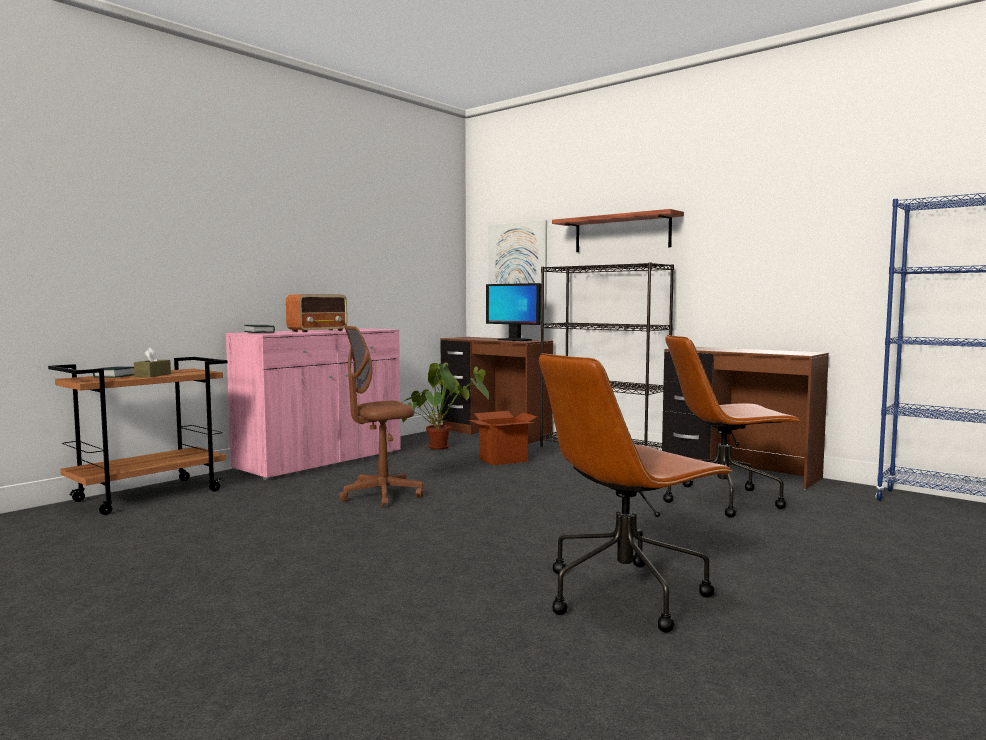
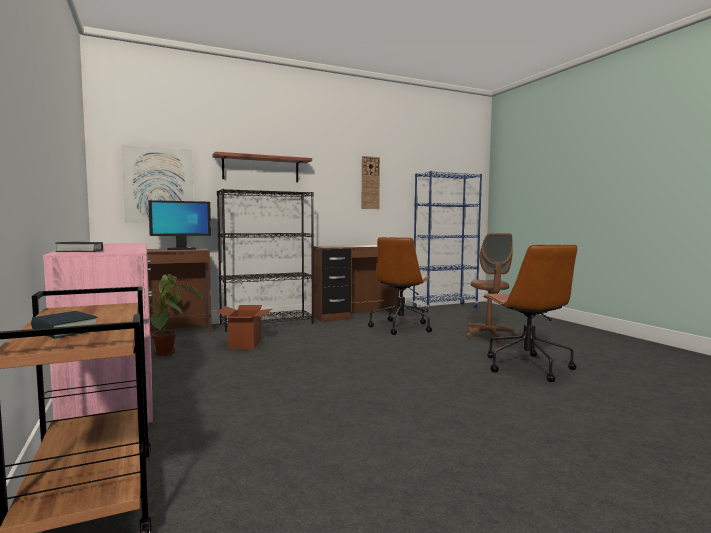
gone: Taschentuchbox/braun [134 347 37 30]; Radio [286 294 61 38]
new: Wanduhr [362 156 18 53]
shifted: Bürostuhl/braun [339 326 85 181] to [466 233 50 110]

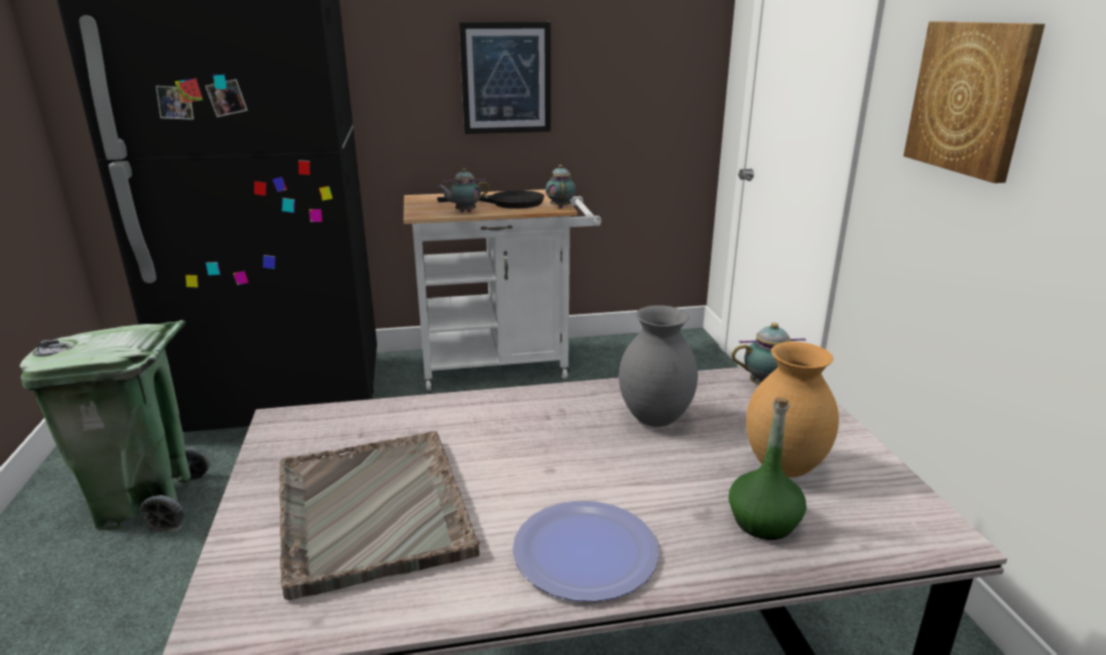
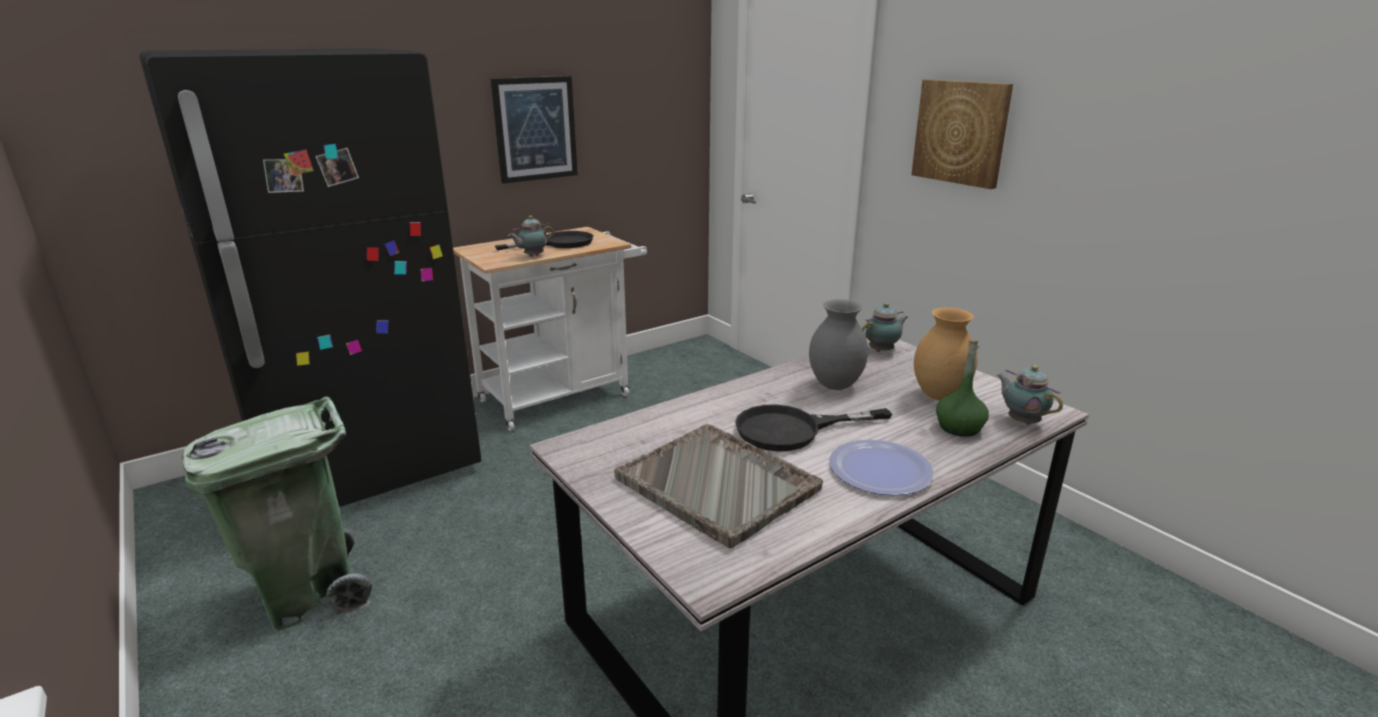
new: Pfanne/schwarz [735 404 157 47]
shifted: Teekanne [545 165 31 43] to [997 365 66 60]

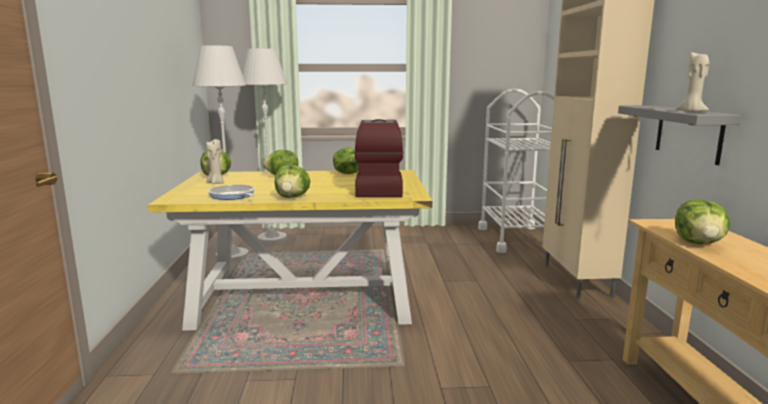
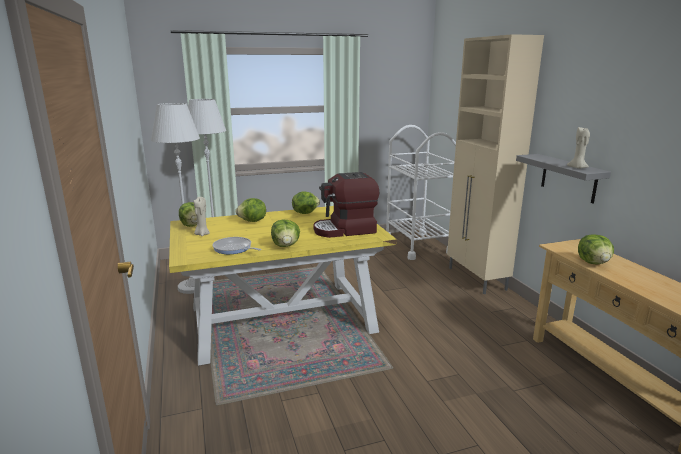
rotated: Kaffeemaschine [354 119 49 78] = [313 172 66 66] 90 degrees counterclockwise

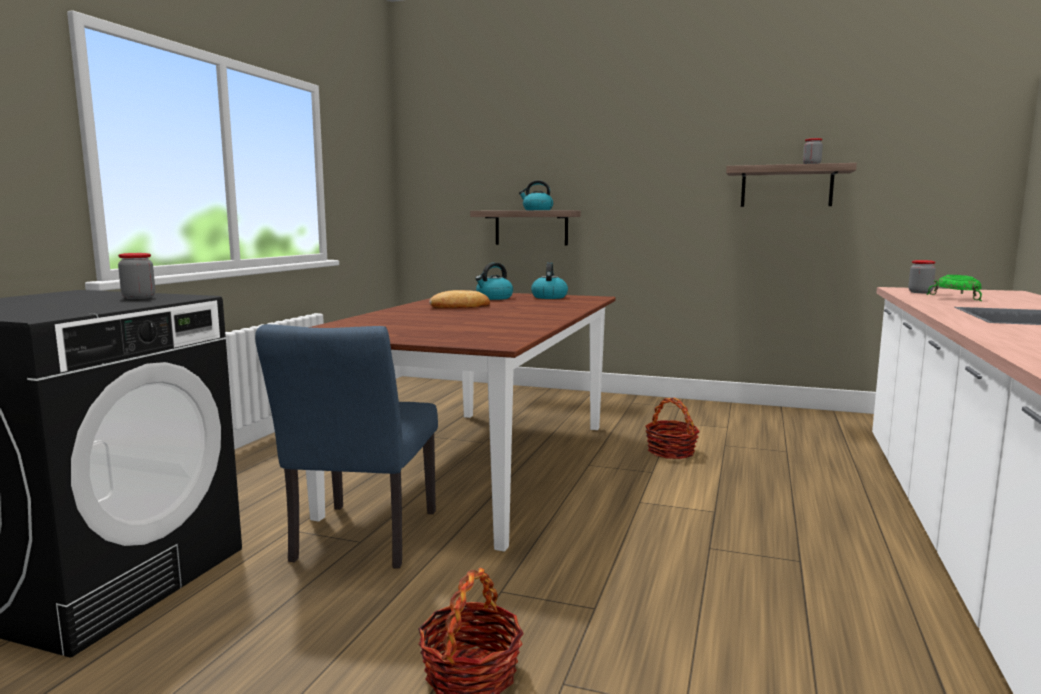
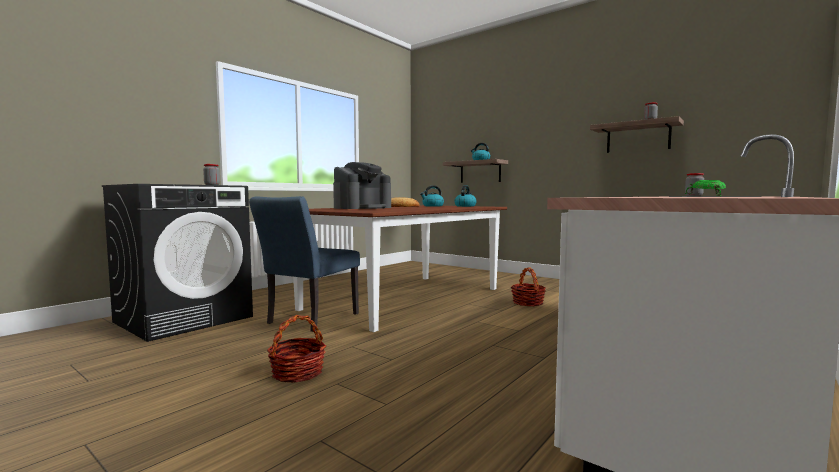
new: Kaffeemaschine [333 162 58 47]

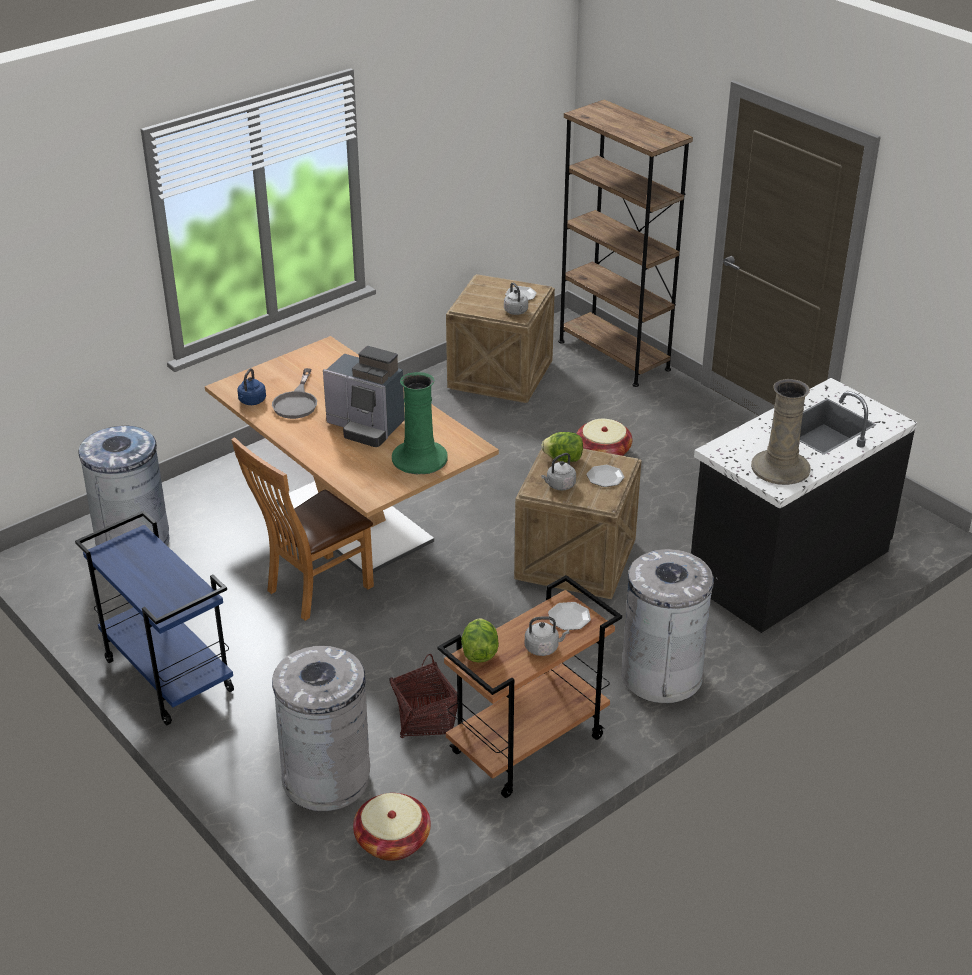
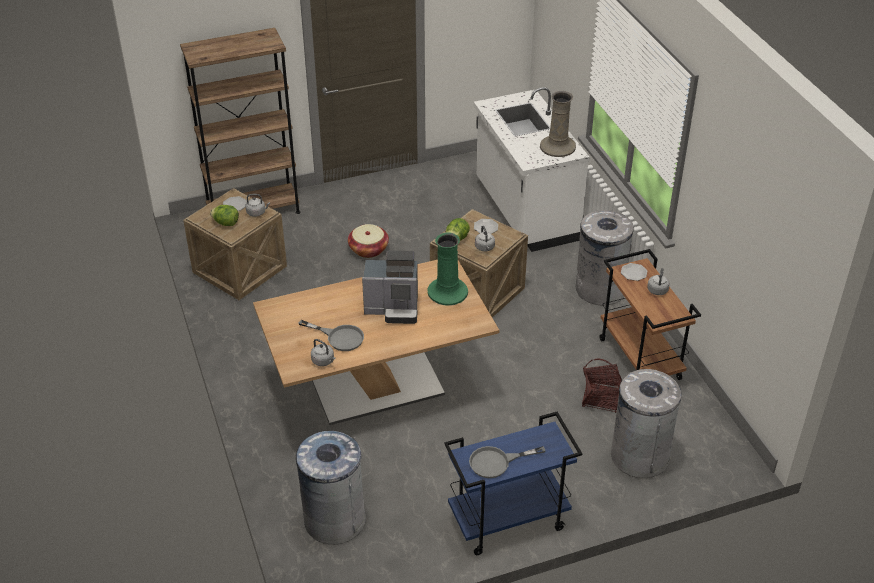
gone: Stuhl/braun [231 437 143 184]; Korb [353 793 78 68]
new: Pfanne/grau [469 446 76 32]
shifted: Salatkopf [461 618 38 45] to [210 205 29 21]
repainted: Wasserkessel/blau [237 368 29 37] to Wasserkessel/grau [311 339 25 27]; Küchenzeile/schwarz [691 378 226 255] to Küchenzeile/weiß [474 87 115 165]
rotated: Kaffeemaschine [323 346 82 101] = [362 251 56 73] 45 degrees clockwise

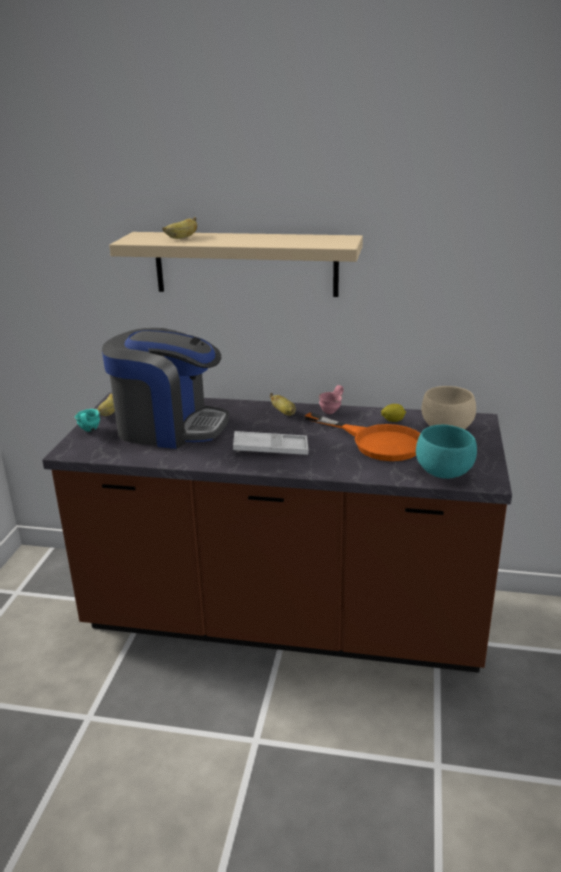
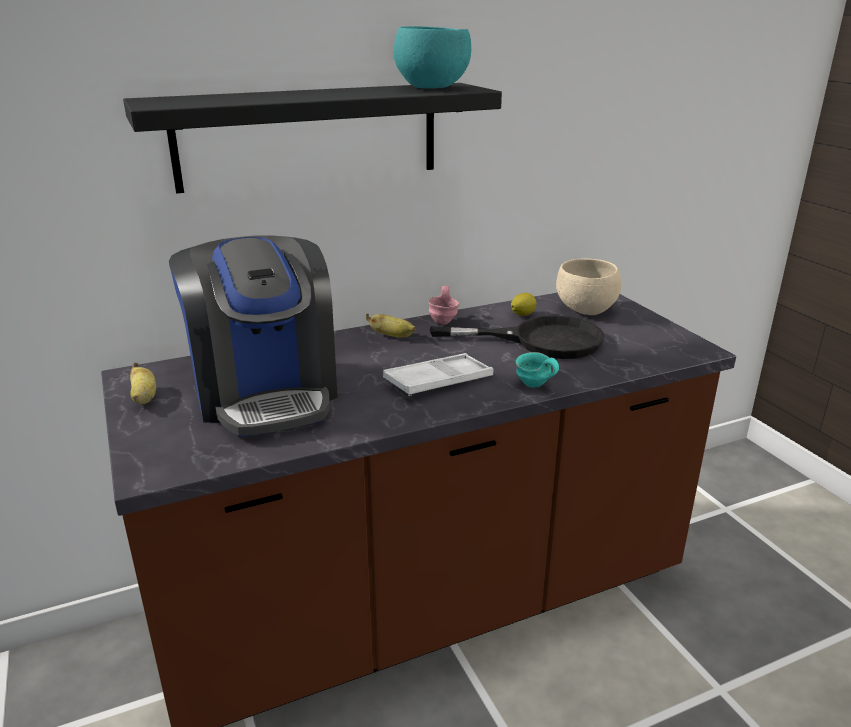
gone: Banane [162 217 35 22]
shifted: Henkelbecher/türkis [75 409 25 23] to [515 352 44 36]; Schüssel/türkis [416 425 61 54] to [394 26 77 63]
repainted: Wandregal/beige [109 232 254 65] to Wandregal/schwarz [123 83 379 111]; Pfanne/orange [305 412 116 49] to Pfanne/schwarz [430 316 175 43]
rotated: Kaffeemaschine [102 328 127 121] = [169 235 169 202] 90 degrees clockwise

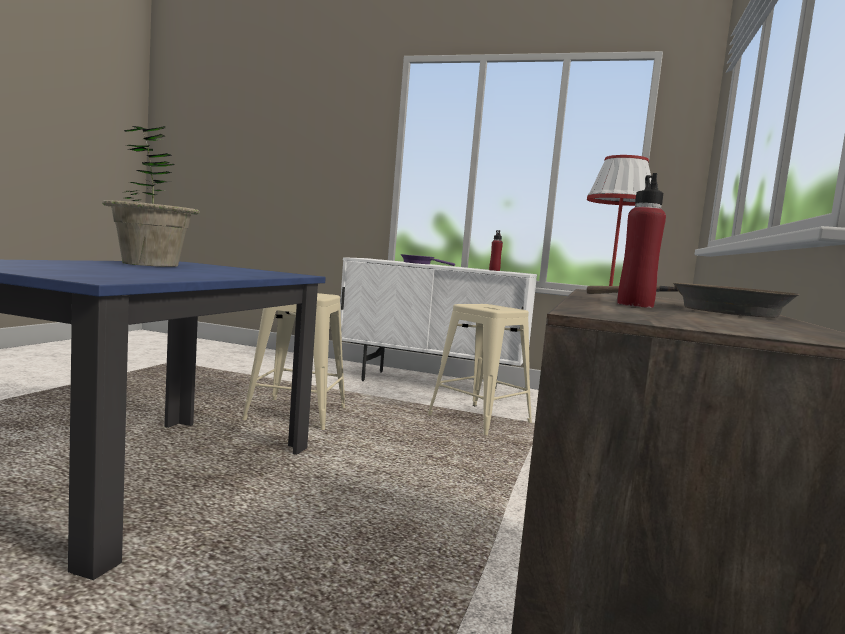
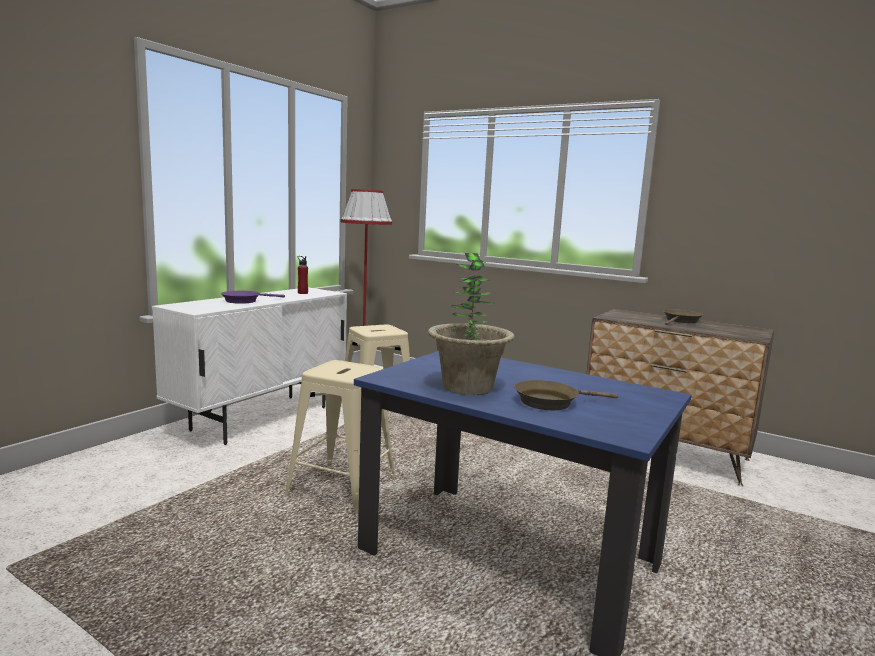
gone: Flasche/rot [617 173 49 135]
new: Pfanne/braun [514 380 104 30]

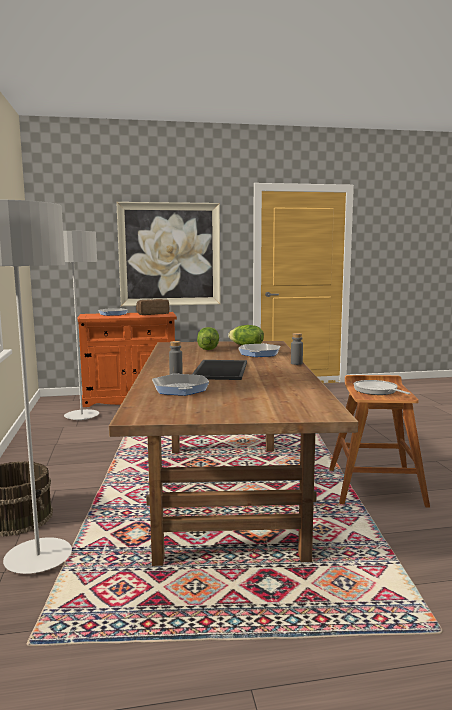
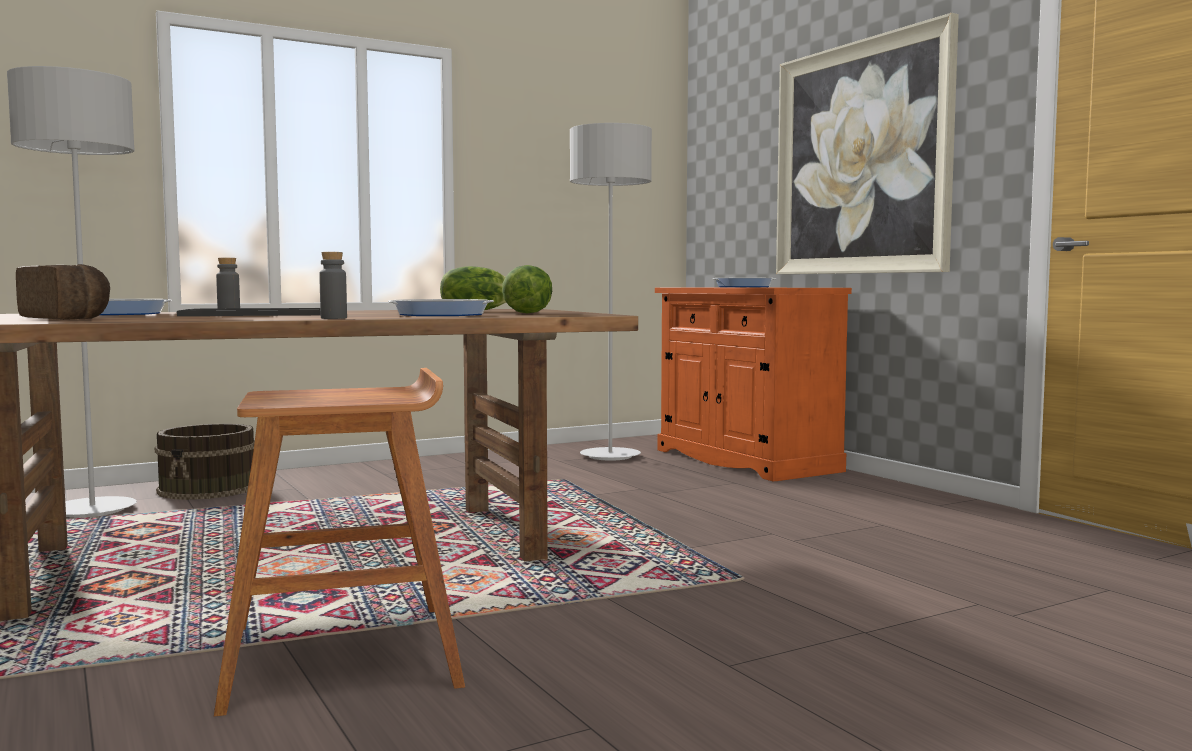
gone: Pfanne [354 380 57 15]
shifted: Brot [136 299 33 16] to [16 264 94 56]

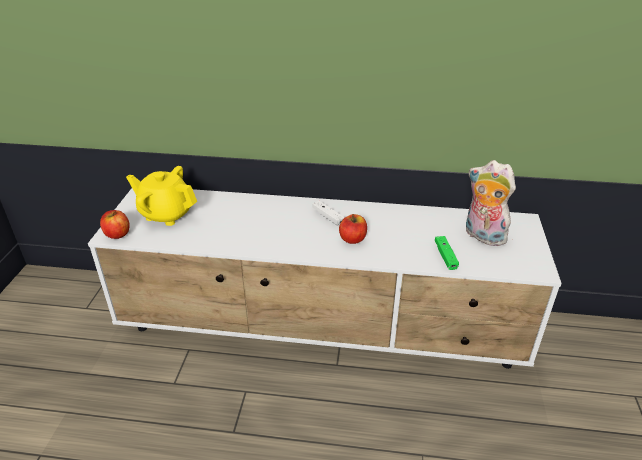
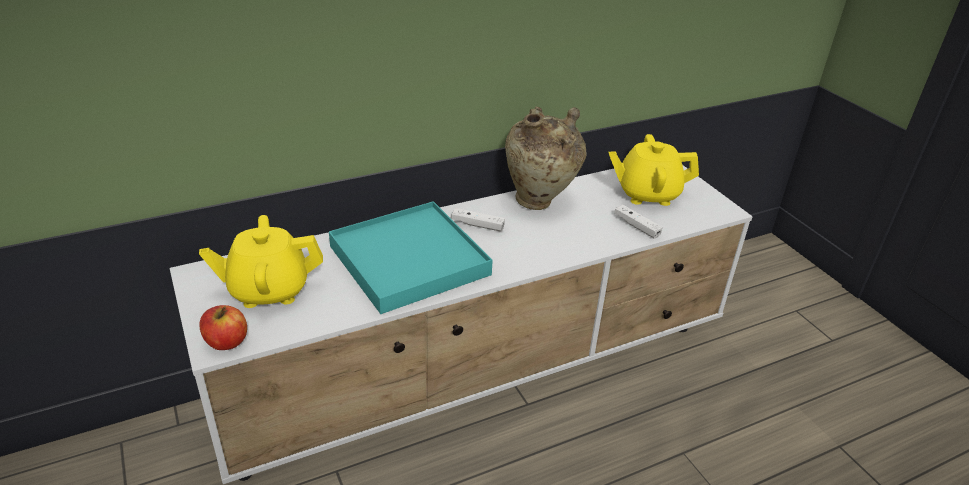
gone: Apfel [339 214 28 30]
new: Tablett/türkis [329 201 164 113]; Vase/beige [505 107 82 103]
swapped: Plüschtier [466 160 50 86] to Teekanne/gelb [608 134 91 72]
repainted: Gamepad/grün [435 236 24 34] to Gamepad/weiß [614 205 49 33]

